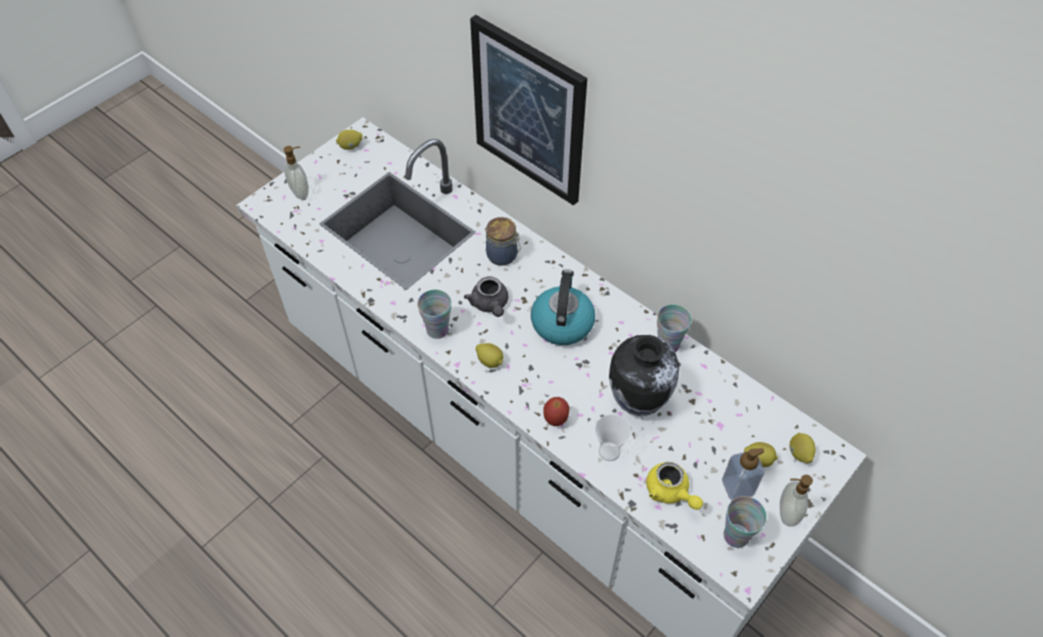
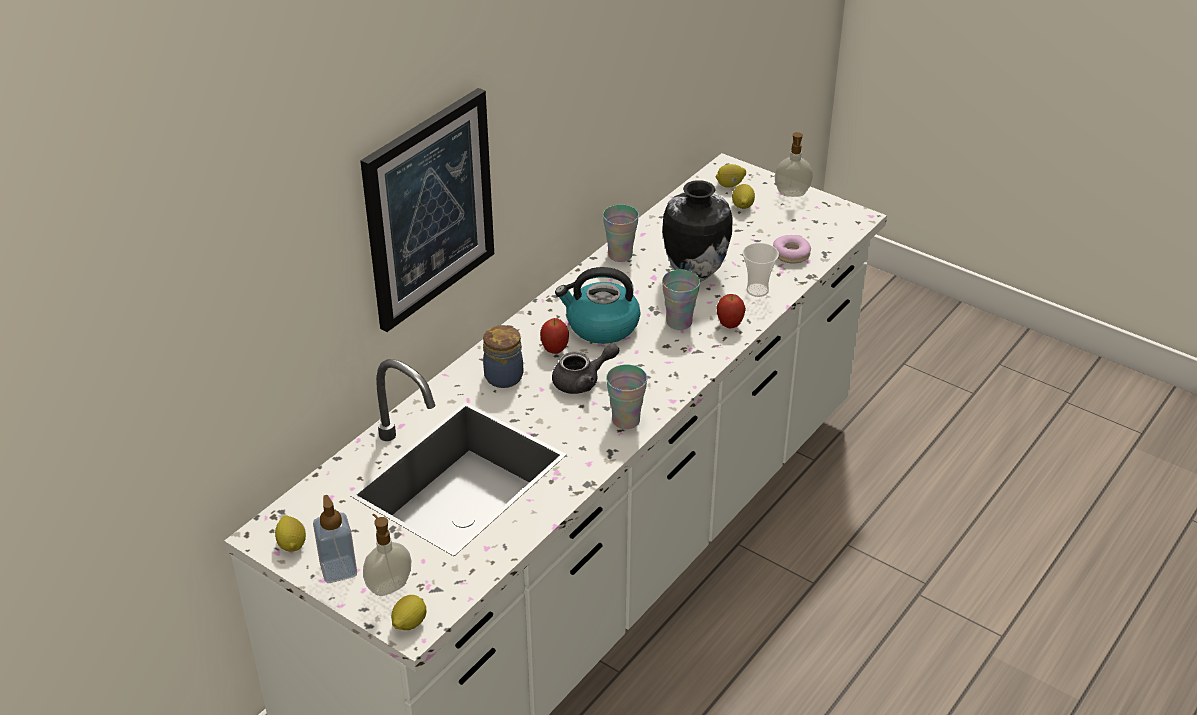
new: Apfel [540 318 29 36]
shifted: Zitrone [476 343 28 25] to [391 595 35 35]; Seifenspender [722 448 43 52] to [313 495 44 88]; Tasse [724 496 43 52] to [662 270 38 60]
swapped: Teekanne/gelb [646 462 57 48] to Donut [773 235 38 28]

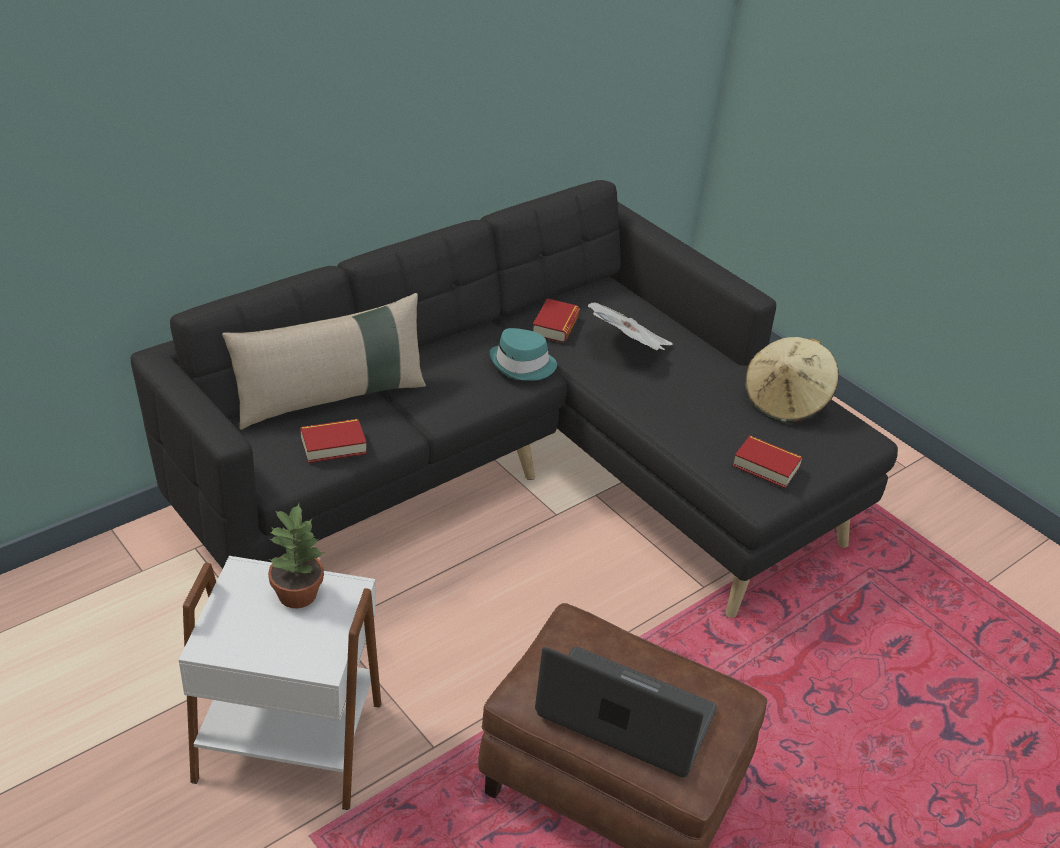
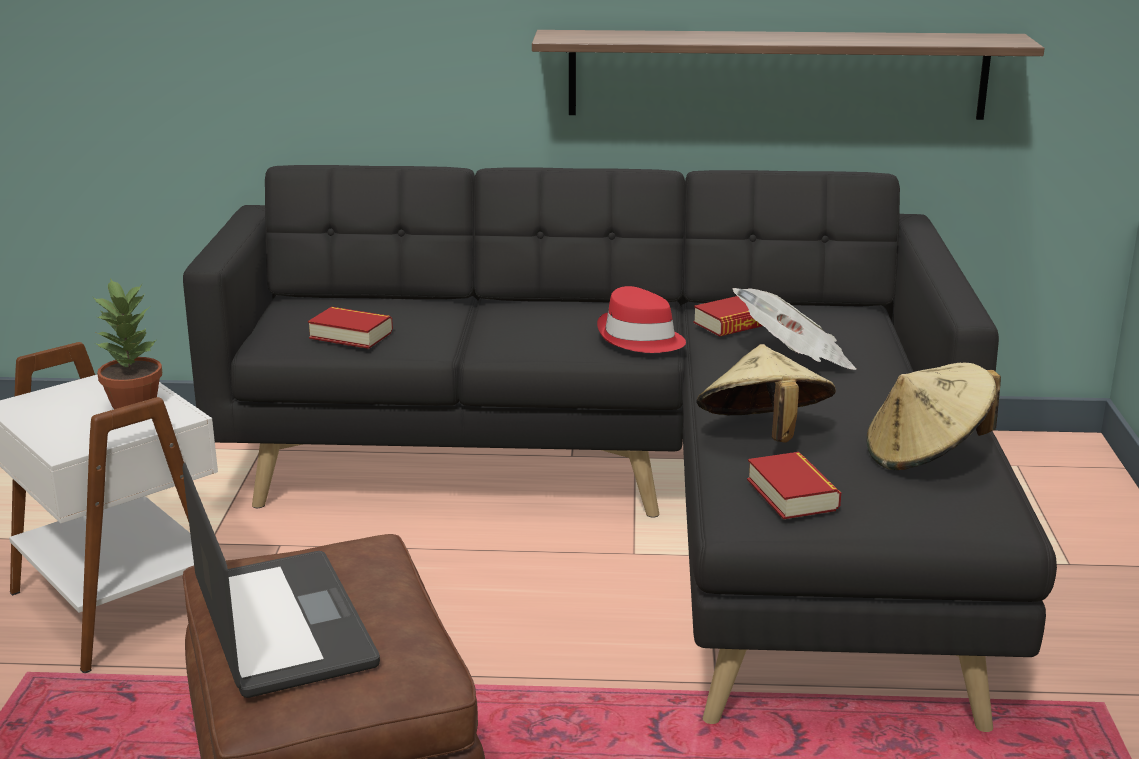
gone: Kissen/beige [222 293 204 137]
new: Wandregal [532 30 513 90]; Hut/beige [696 344 140 99]
repainted: Hut/türkis [490 328 67 53] to Hut/rot [597 286 89 67]

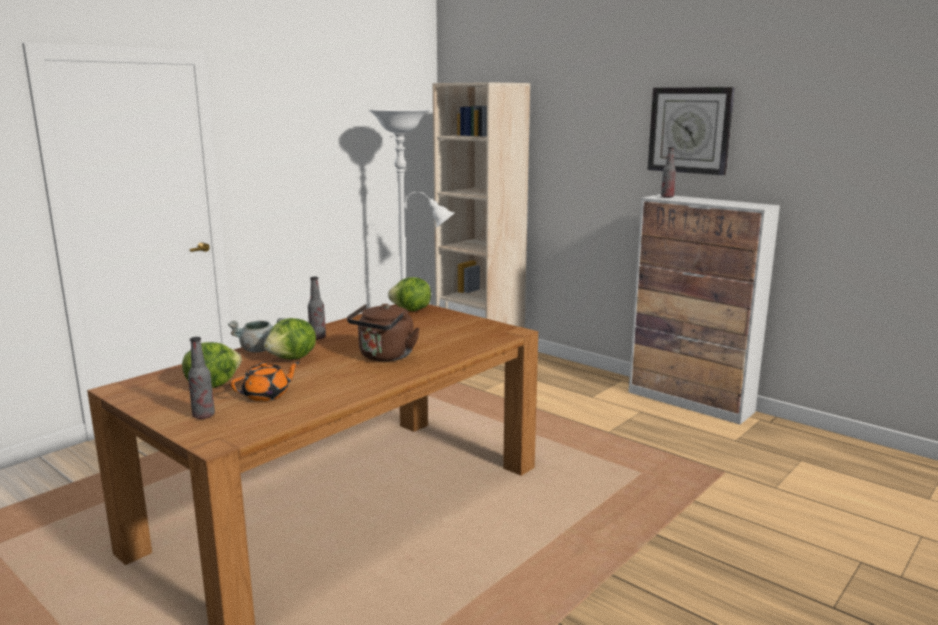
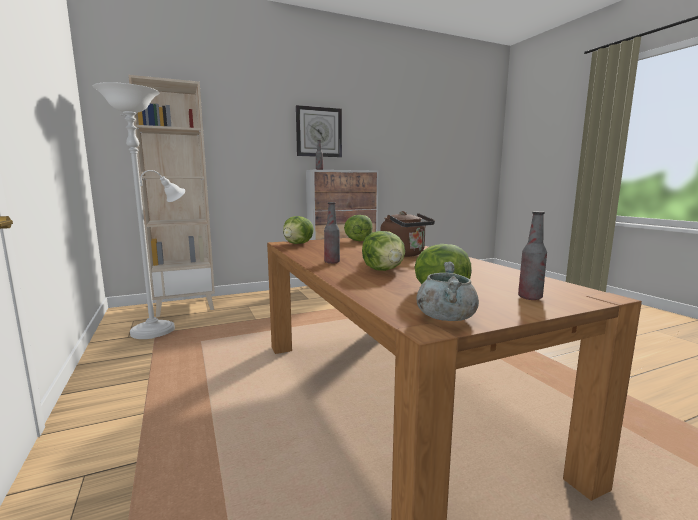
gone: Teekanne/orange [231 362 69 39]
new: Salatkopf [344 215 28 26]
shifted: Kochtopf/grau [228 318 58 34] to [417 262 62 59]

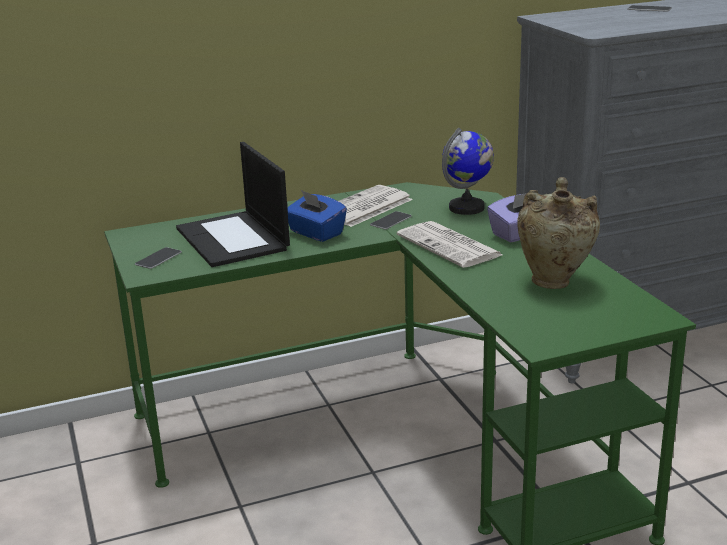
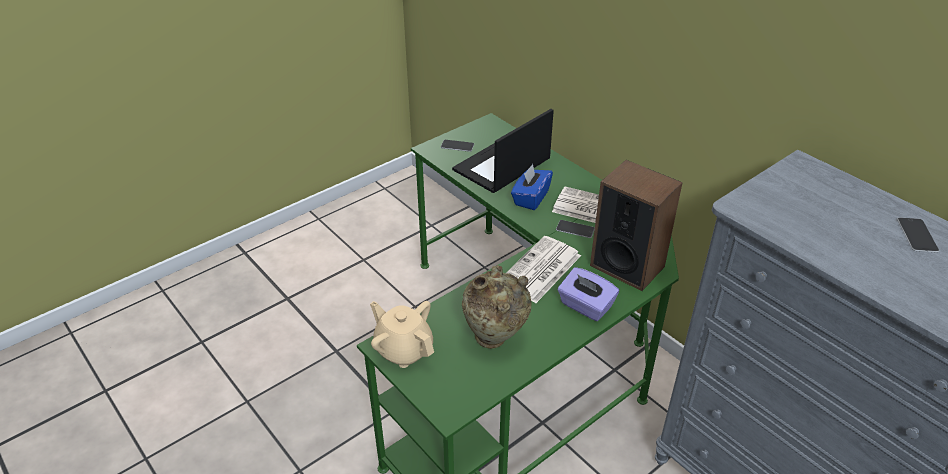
new: Teekanne/beige [370 301 64 67]
swapped: Globus [442 128 52 87] to Lautsprecher [590 160 93 131]

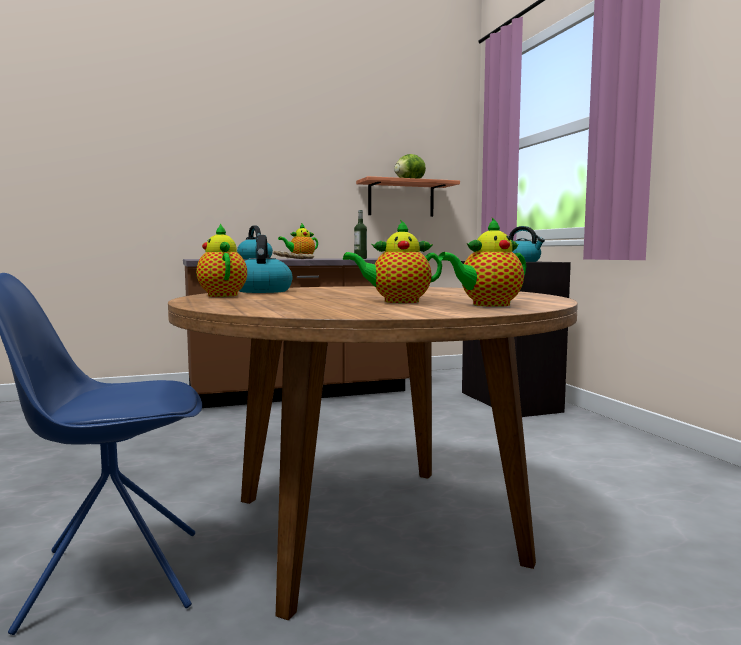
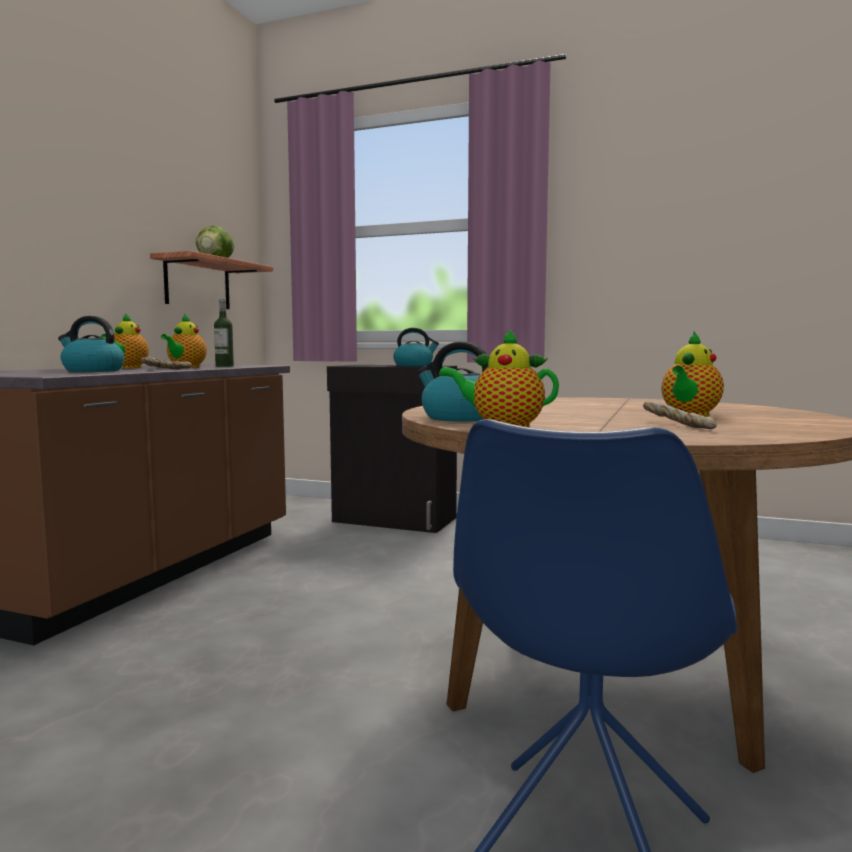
new: Brot [643 401 74 28]
shifted: Teekanne [438 218 88 89] to [161 313 46 55]

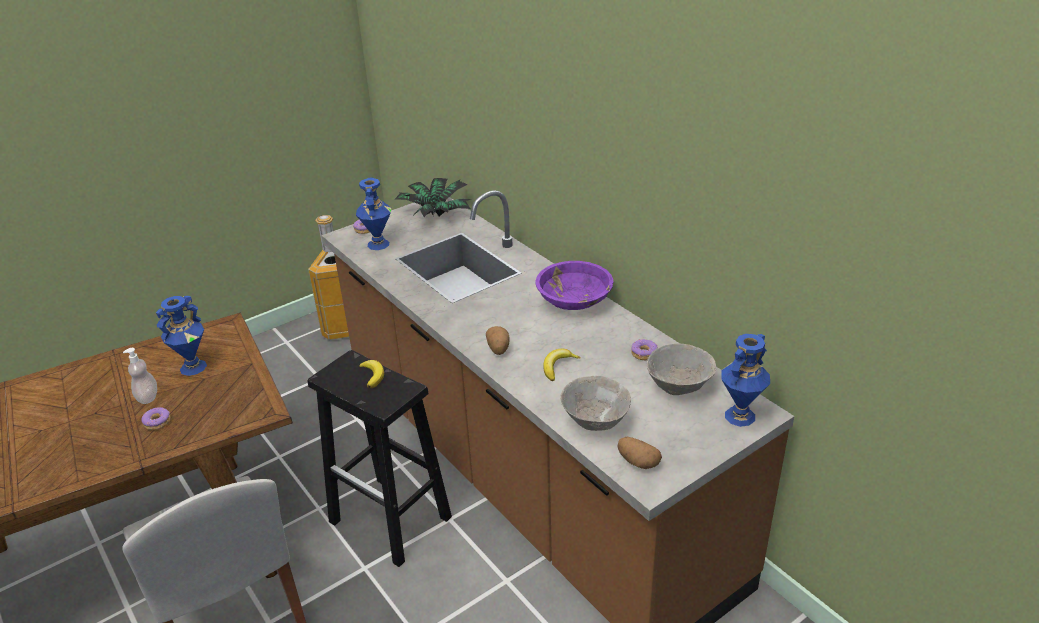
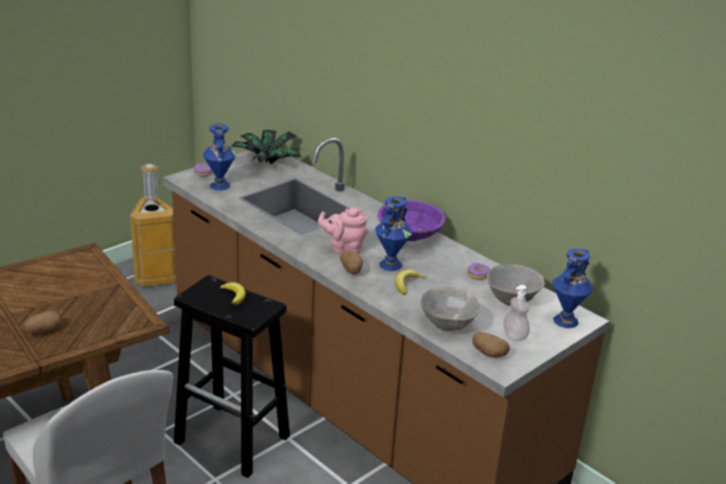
new: Teekanne/rosa [318 208 50 46]
shifted: Seifenspender [123 348 34 56] to [503 285 27 56]; Vase/blau [156 296 51 80] to [375 196 37 75]
swapped: Donut [141 407 30 23] to Kartoffel [24 311 36 23]

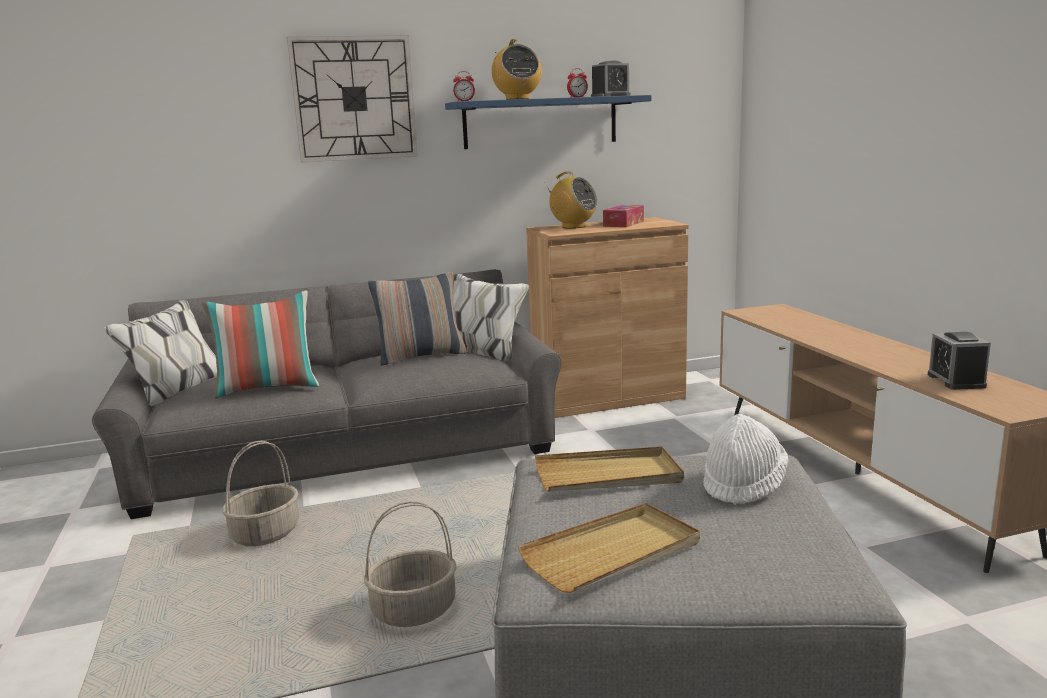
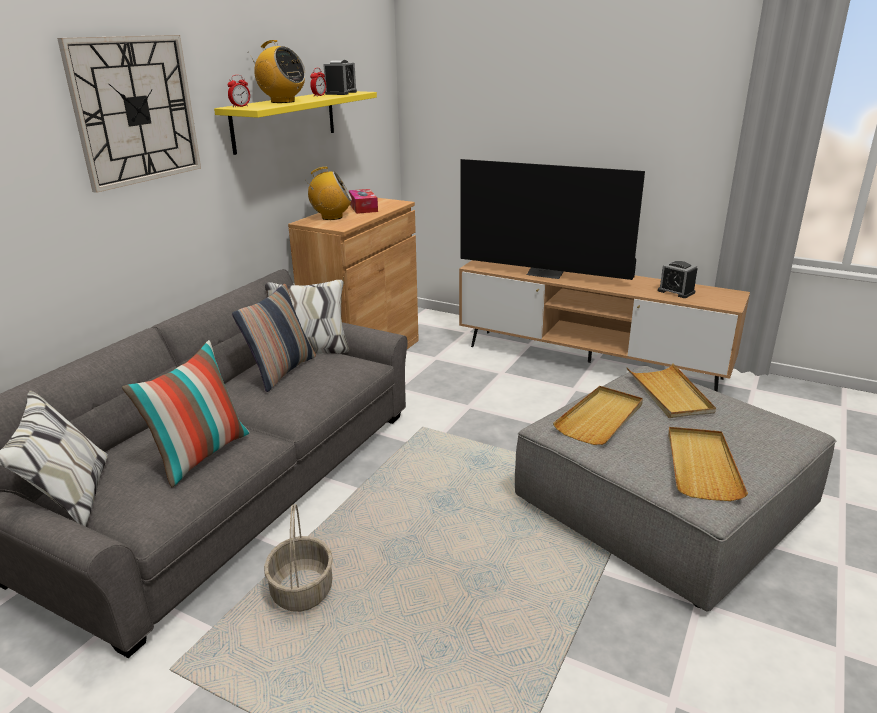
gone: Korb [364 501 93 126]
new: Fernseher [460 159 185 121]
swapped: Hut/weiß [703 414 85 91] to Tablett/beige [626 363 90 55]
repainted: Wandregal/blau [445 95 206 54] to Wandregal/gelb [214 91 163 64]

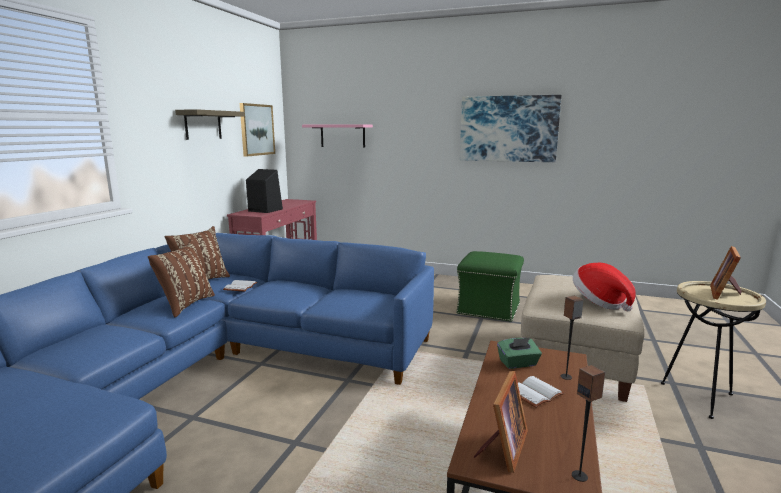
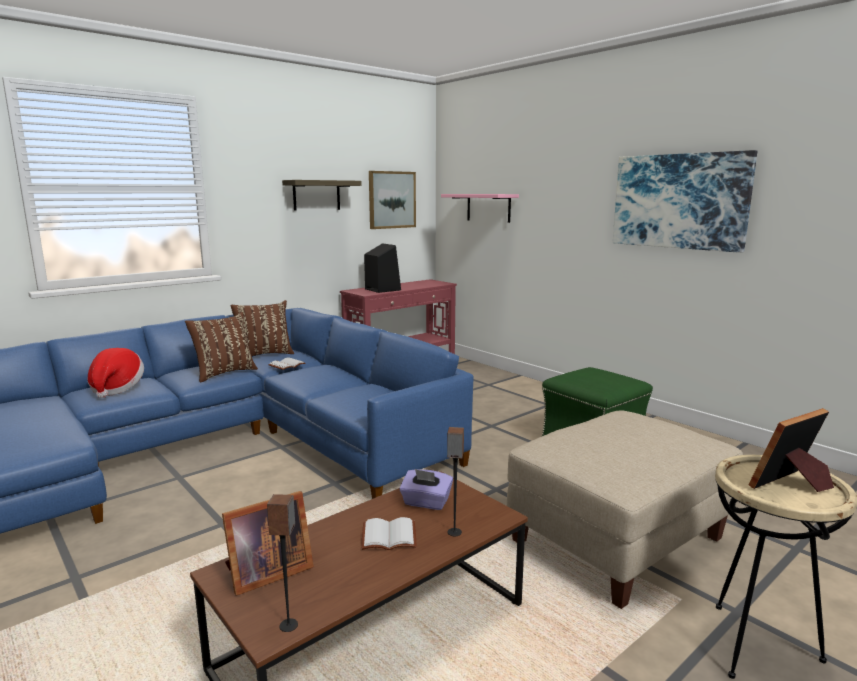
shifted: Hut [573 263 63 48] to [87 348 57 50]
repainted: Taschentuchbox/grün [497 338 45 31] to Taschentuchbox/lila [400 469 53 41]

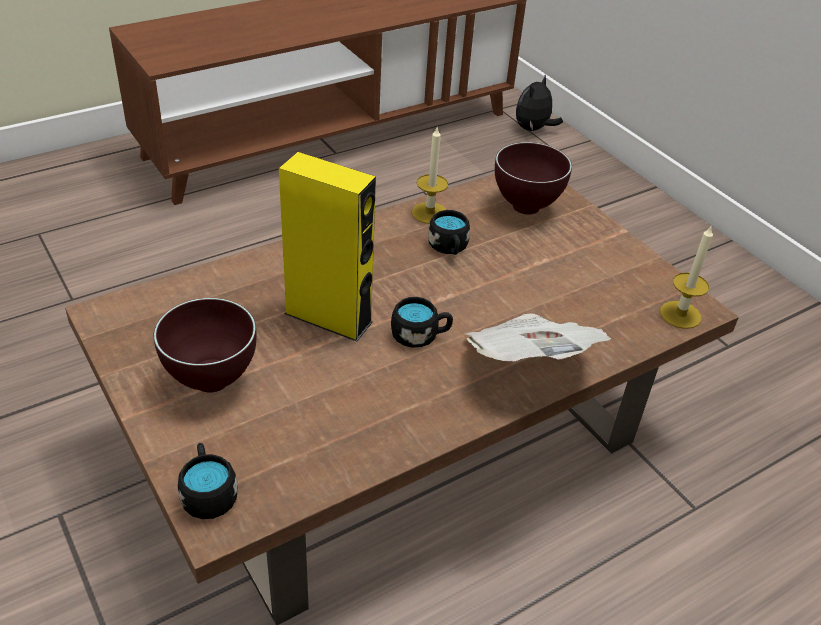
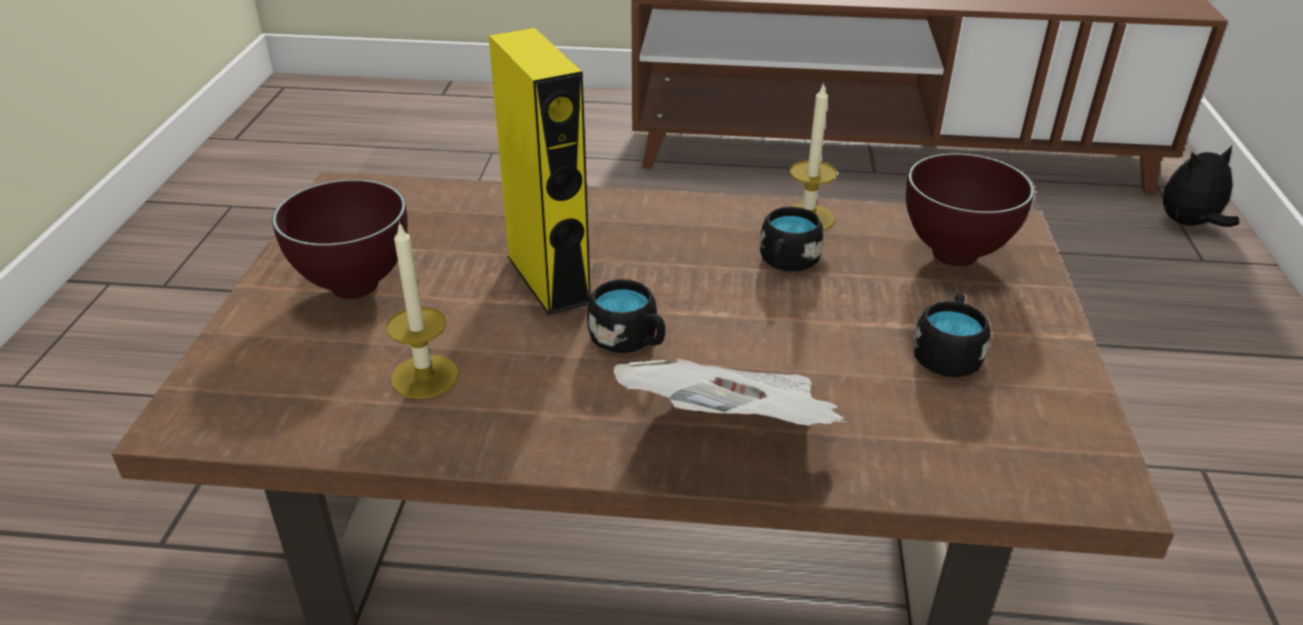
shifted: Henkelbecher/schwarz [178 443 59 76] to [914 292 77 85]; Kerze [660 225 53 104] to [386 221 73 178]

